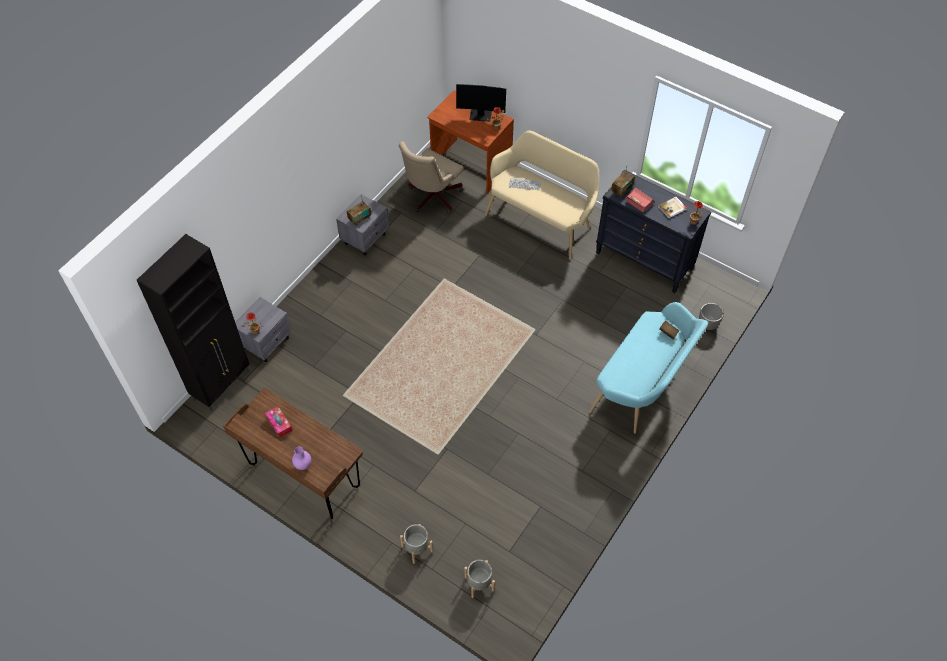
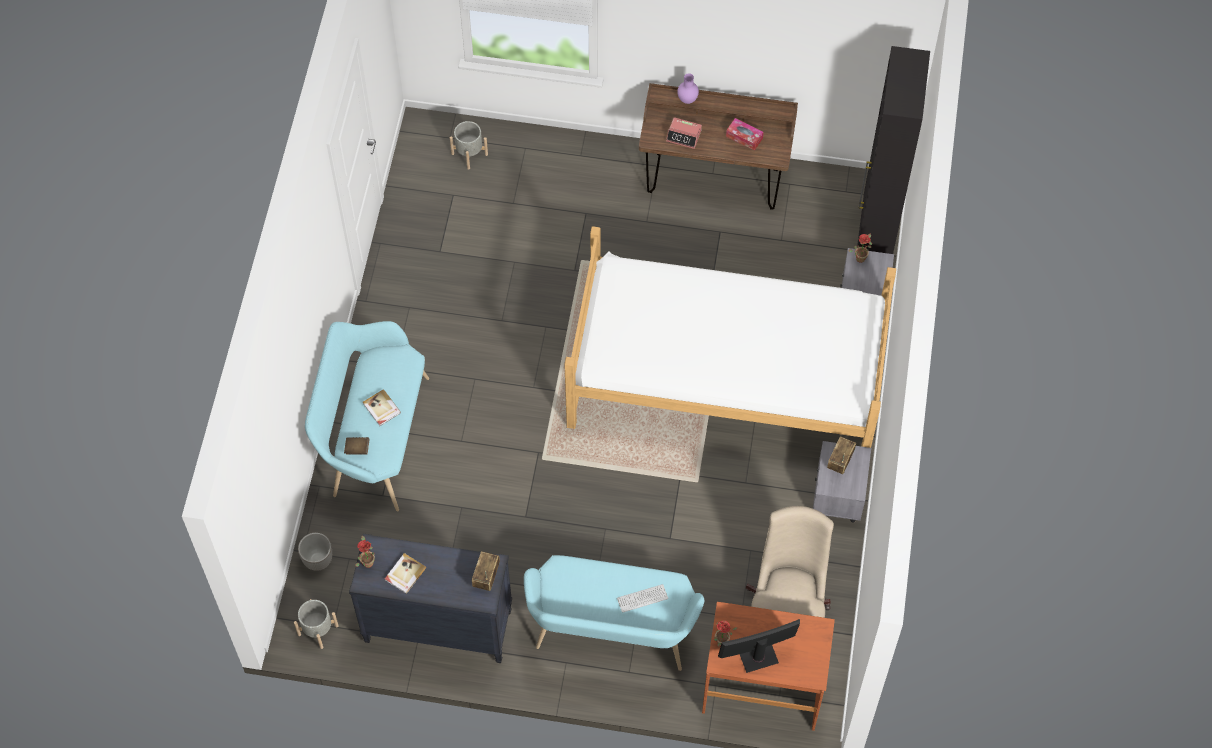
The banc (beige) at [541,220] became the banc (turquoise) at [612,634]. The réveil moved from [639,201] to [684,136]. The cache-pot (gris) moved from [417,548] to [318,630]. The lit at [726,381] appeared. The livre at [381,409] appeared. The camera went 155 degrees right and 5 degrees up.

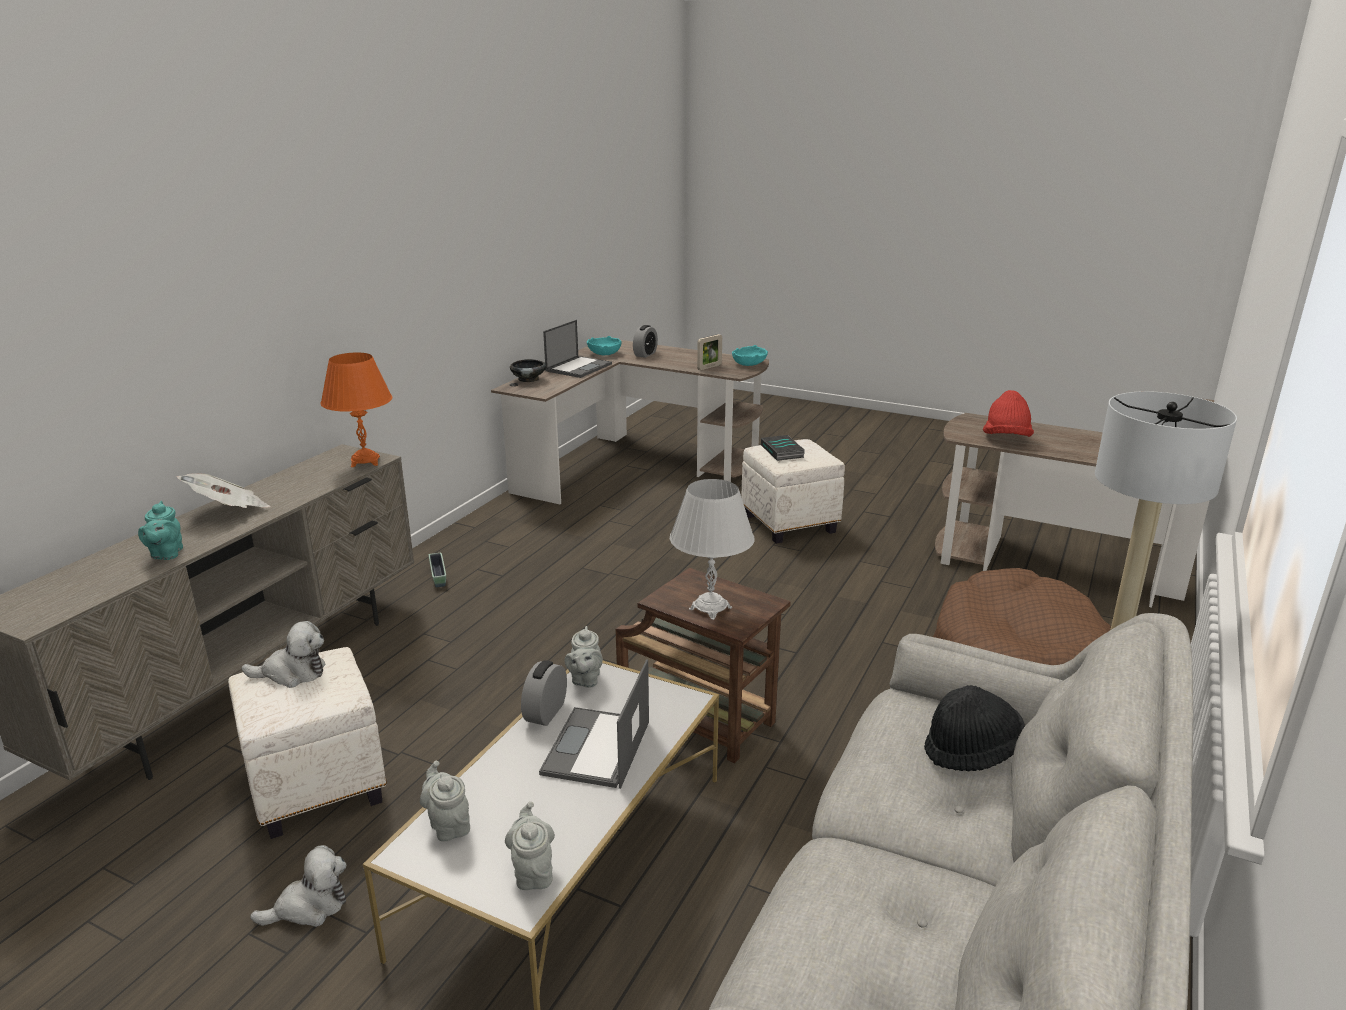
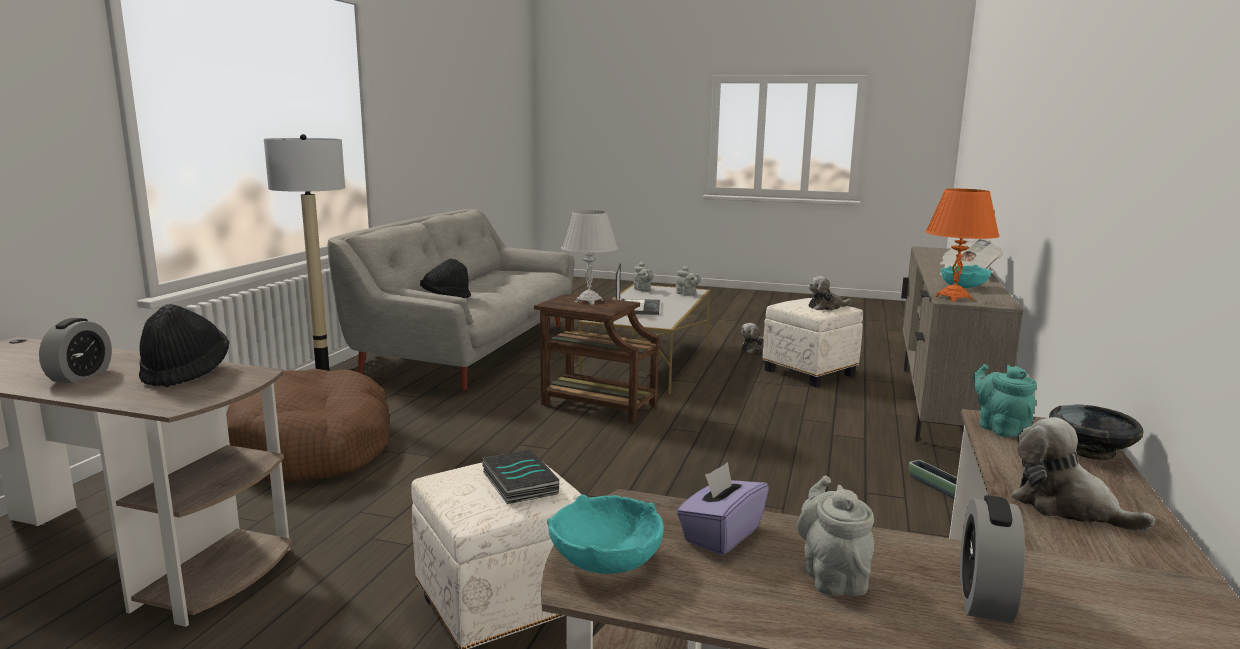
The ordinateur portable at [579,367] was replaced by the peluche at [1066,506]. The cadre photo at [709,367] was replaced by the boîte à mouchoirs (violet) at [721,535]. The bol (turquoise) moved from [604,354] to [962,286]. The chapeau (rouge) at [1006,439] became the chapeau (noir) at [186,373]. The théière (turquoise) moved from [166,554] to [999,428]. The théière (gris) moved from [585,680] to [832,576]. The réveil moved from [545,712] to [80,376]. The camera went 170 degrees right and 10 degrees down.

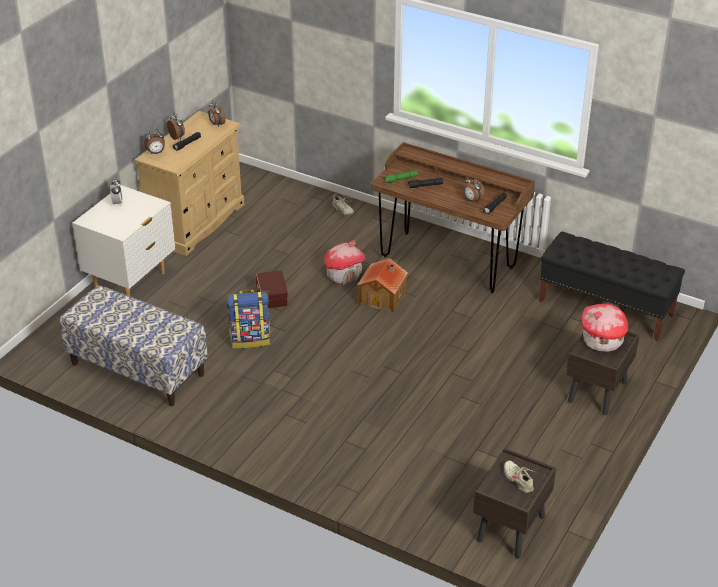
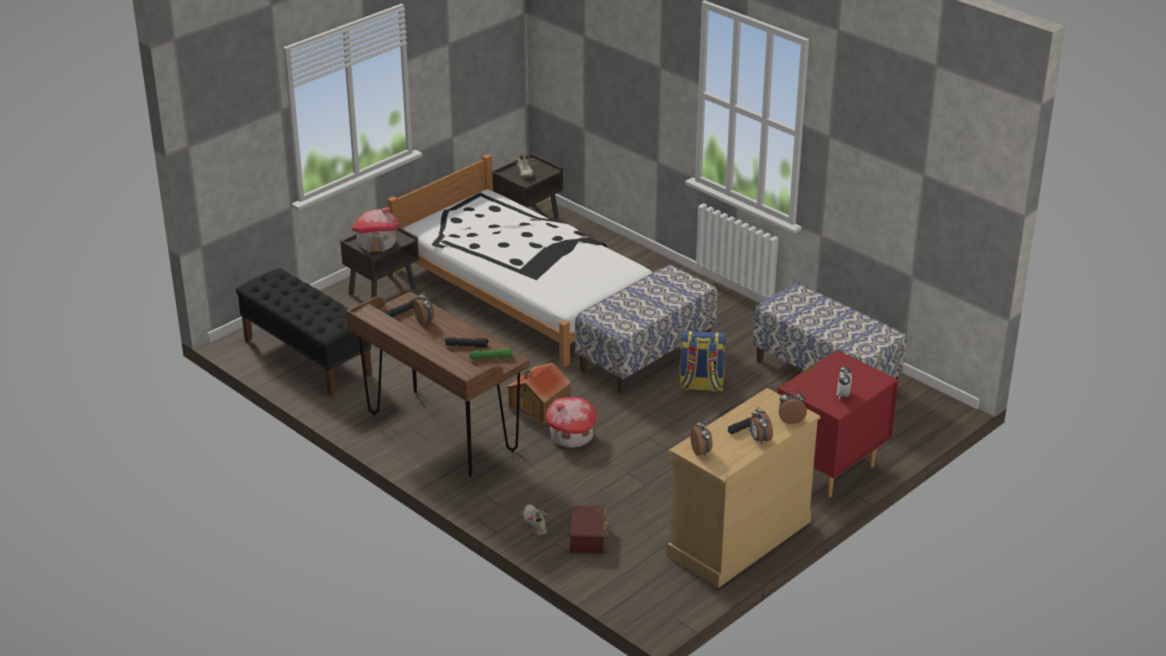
The table de chevet (blanc) at [131,282] became the table de chevet (rouge) at [830,470]. The boîte de rangement (marron) moved from [271,296] to [589,538]. The lit (blanc) at [524,291] appeared. The banc at [645,355] appeared. The camera went 165 degrees left and 5 degrees down.

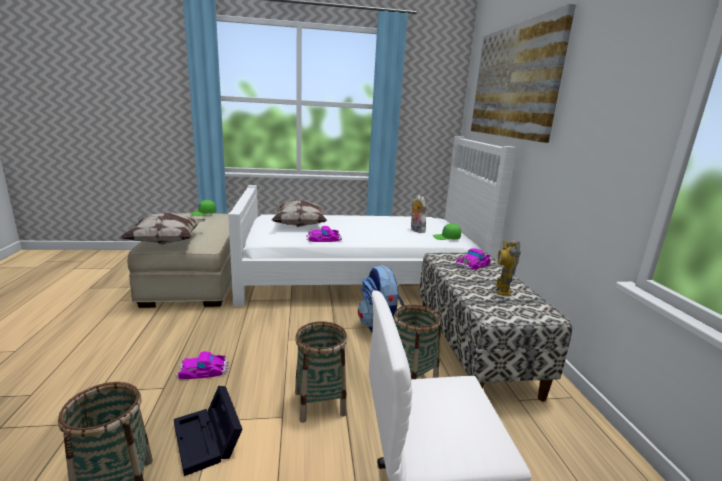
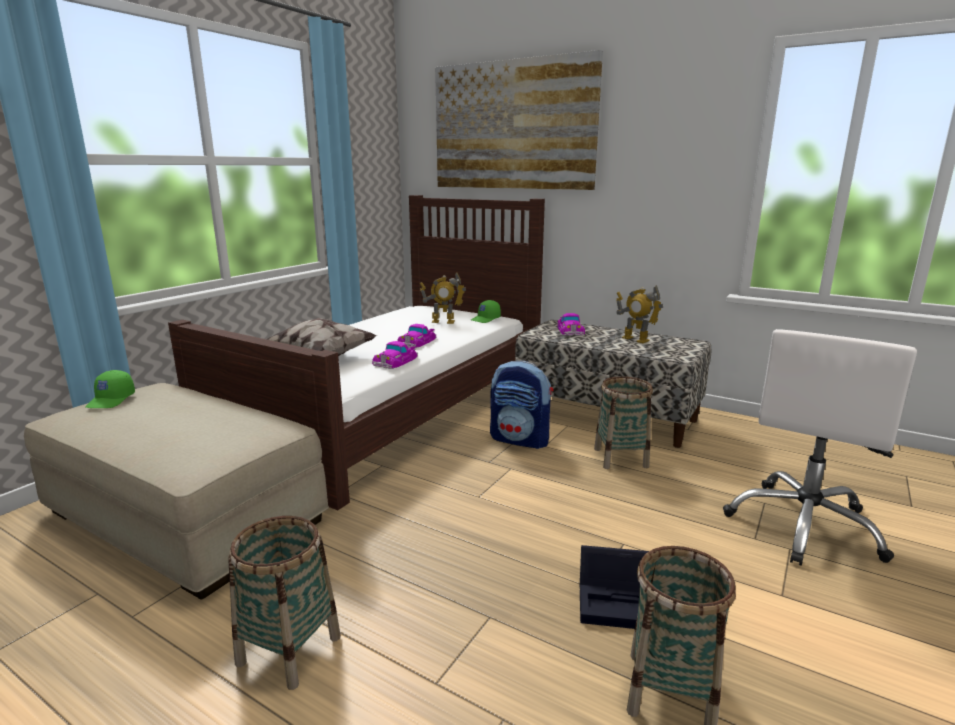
The lit (blanc) at [360,276] became the lit (marron) at [392,408]. The peluche at [416,230] was replaced by the robot jouet at [443,322]. The coussin at [168,241] disappeared. The panier moved from [320,403] to [289,650]. The petite voiture moved from [203,370] to [417,341]. The camera went 50 degrees left and 0 degrees up.

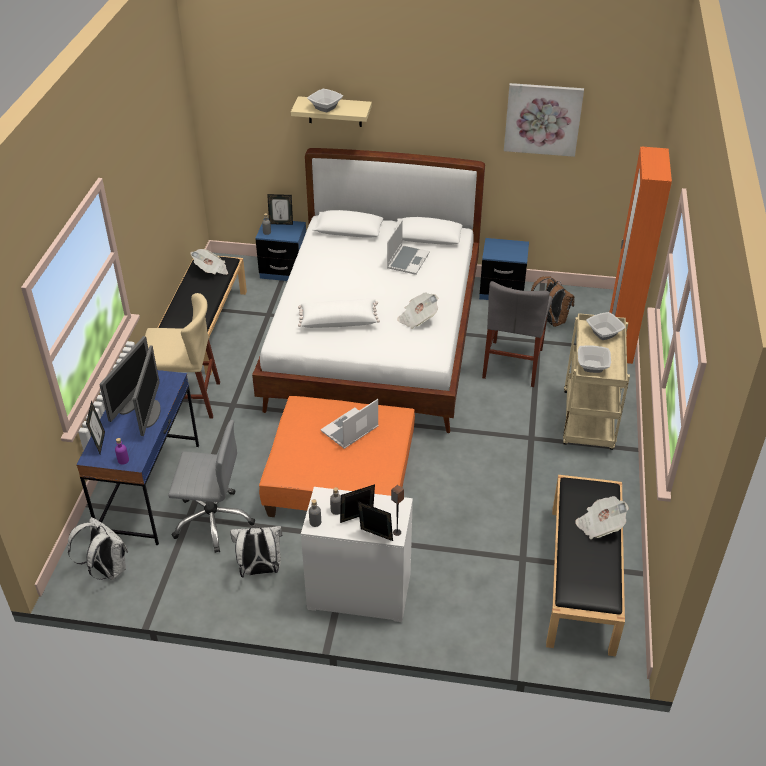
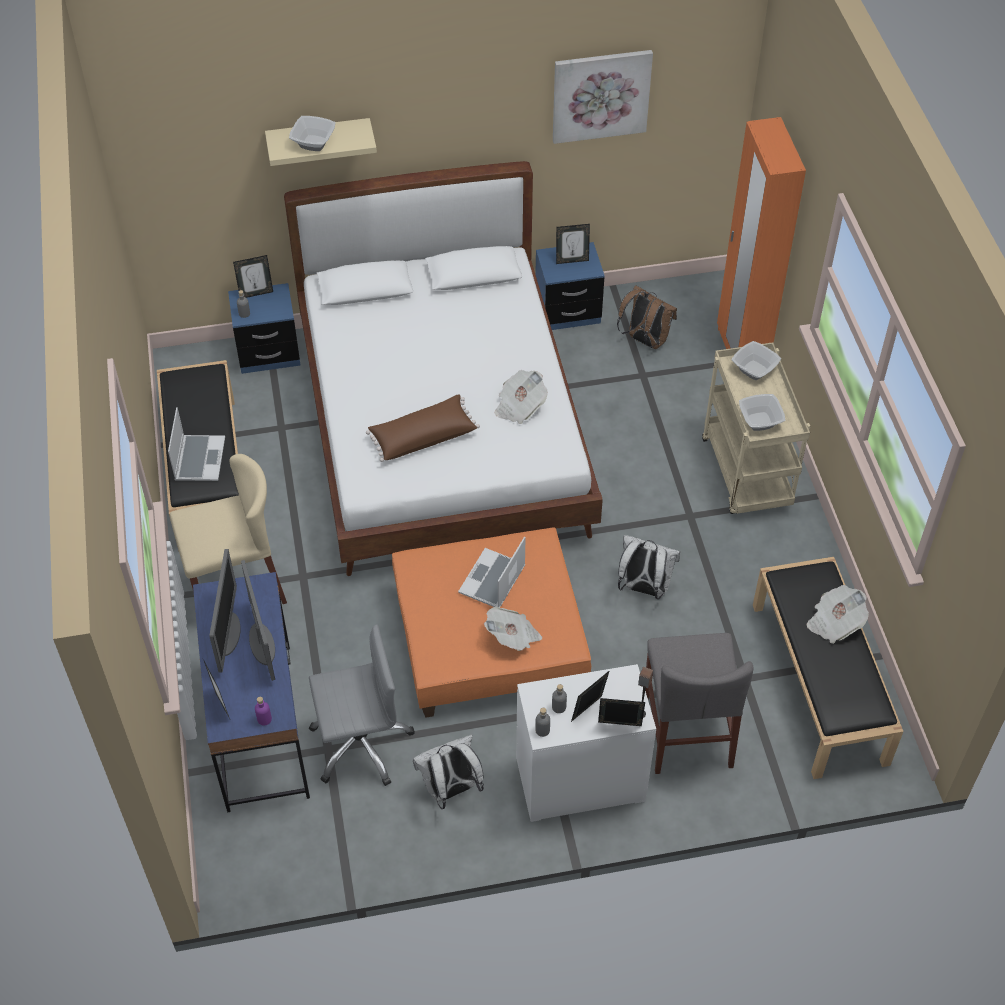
The ordinateur portable moved from [407,260] to [199,459]. The journal moved from [211,270] to [513,637]. The chaise (gris) moved from [513,363] to [687,731]. The coussin (blanc) at [338,321] became the coussin (marron) at [422,436]. The sac à dos (blanc) moved from [107,569] to [644,588]. The cadre photo at [572,260] appeared. The camera went 20 degrees left and 10 degrees up.

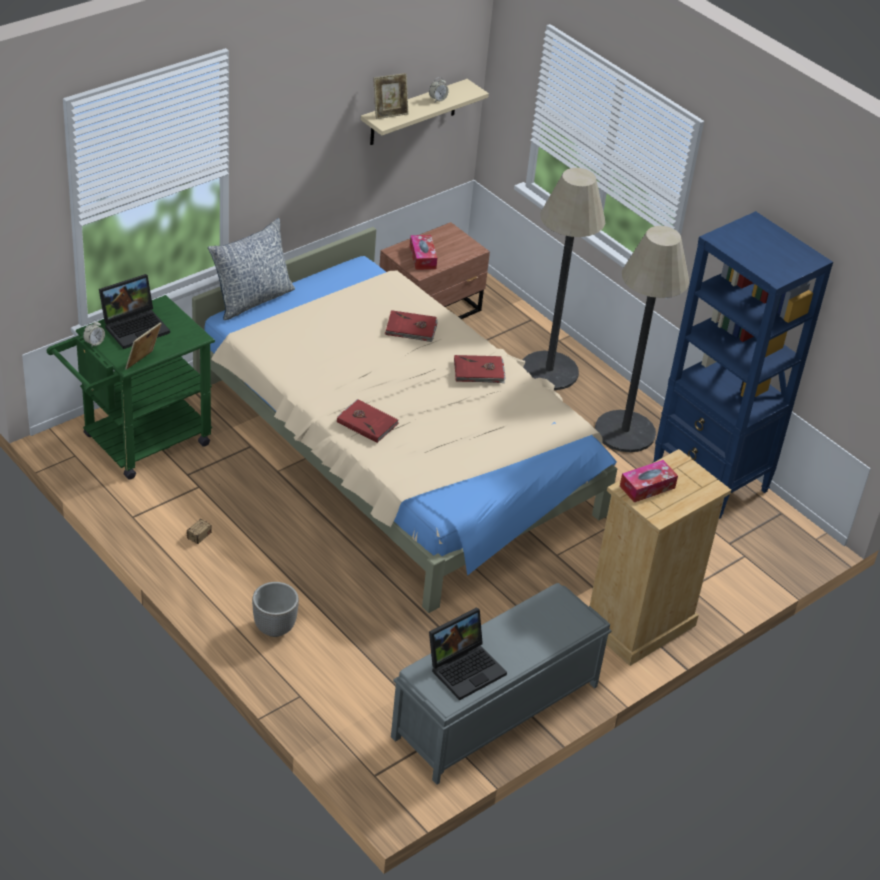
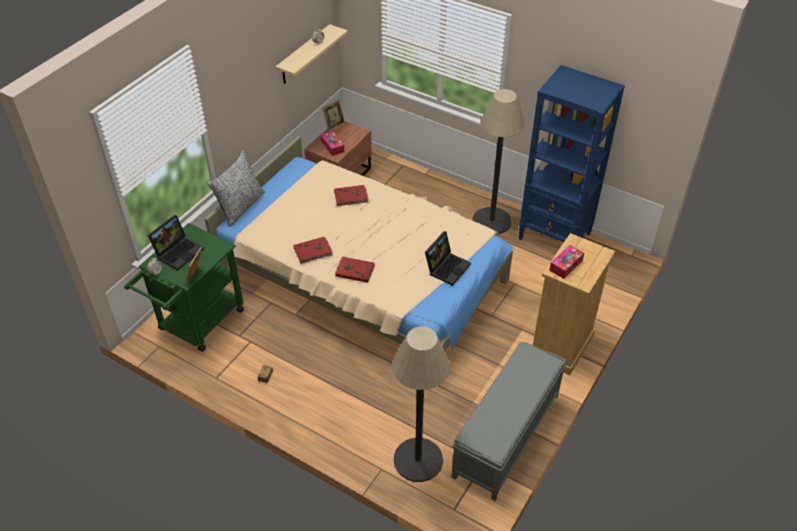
The cadre photo moved from [389,113] to [334,125]. The lampadaire moved from [549,371] to [418,460]. The livre (rouge) moved from [479,372] to [313,251]. The cache-pot at [274,628] disappeared. The ordinateur portable moved from [466,667] to [447,267]. The camera went 15 degrees left and 5 degrees up.

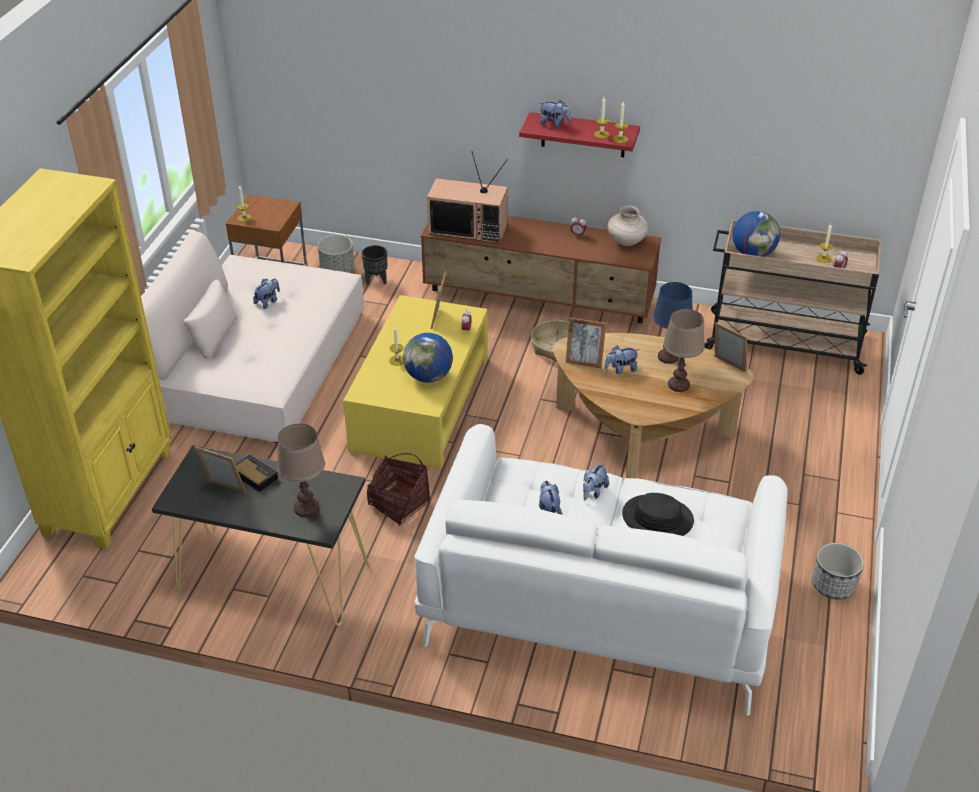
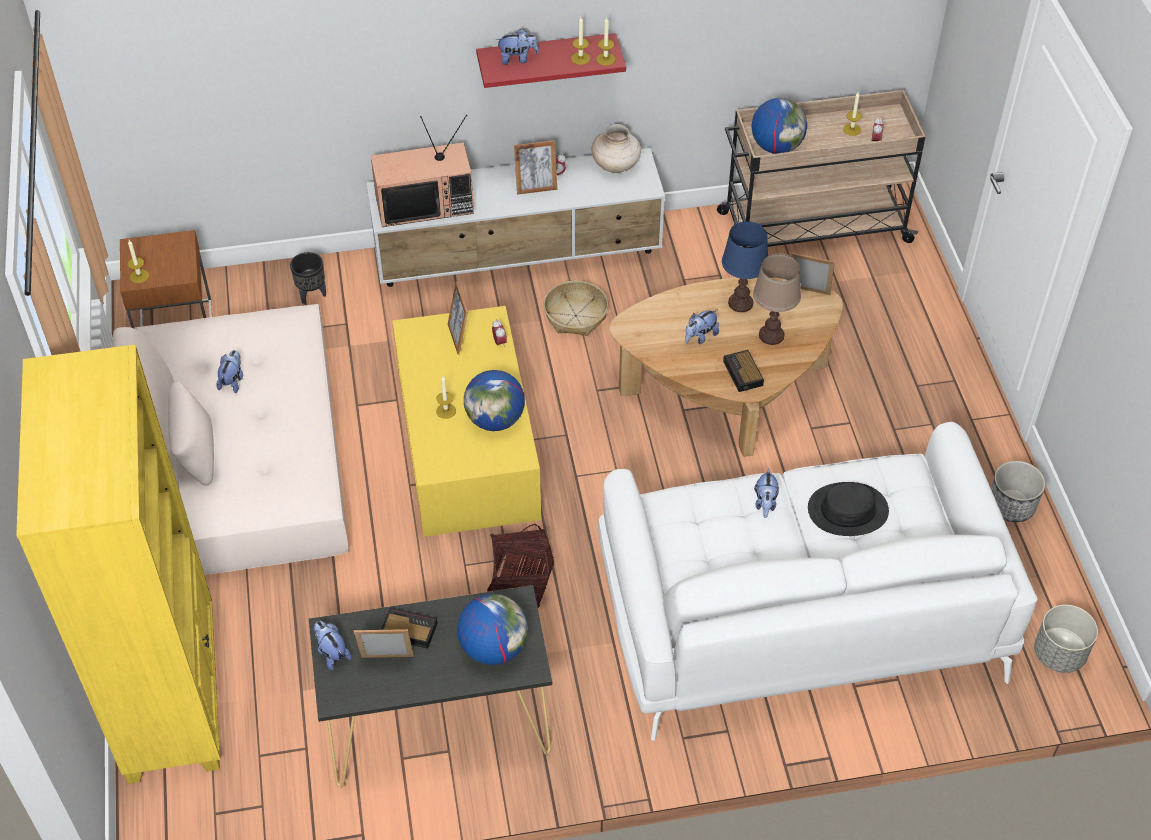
The meuble télé (marron) at [540,298] became the meuble télé (blanc) at [519,257]. The cache-pot (gris) moved from [337,271] to [1058,654]. The cadre photo moved from [584,362] to [536,188]. The lampe de table (marron) at [306,507] was replaced by the globe at [493,647]. The peluche moved from [548,510] to [332,653]. The réveil at [743,374] appeared. The camera went 25 degrees left and 10 degrees up.

